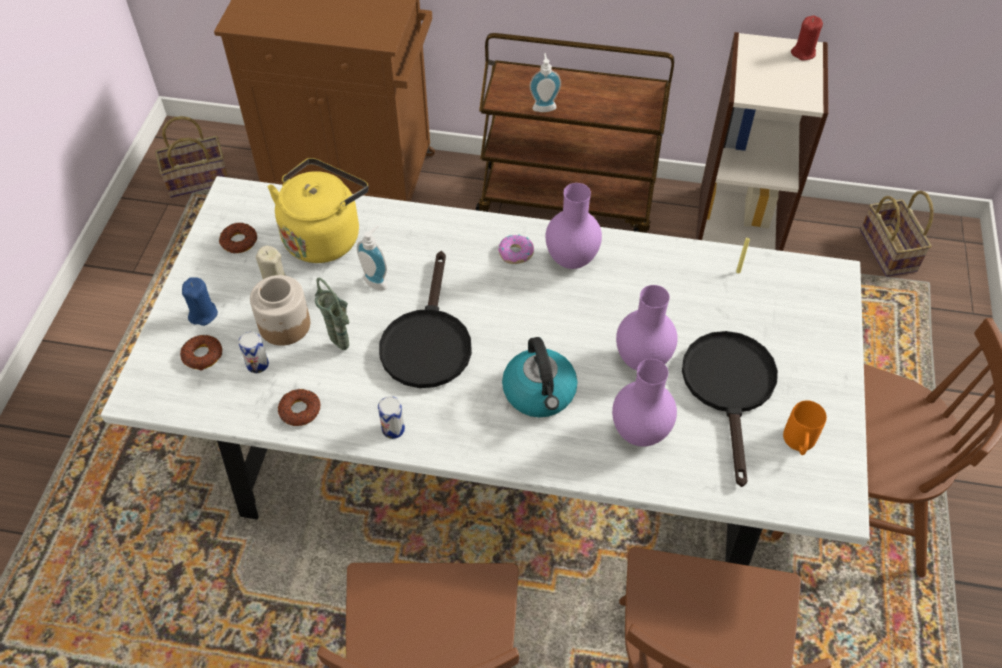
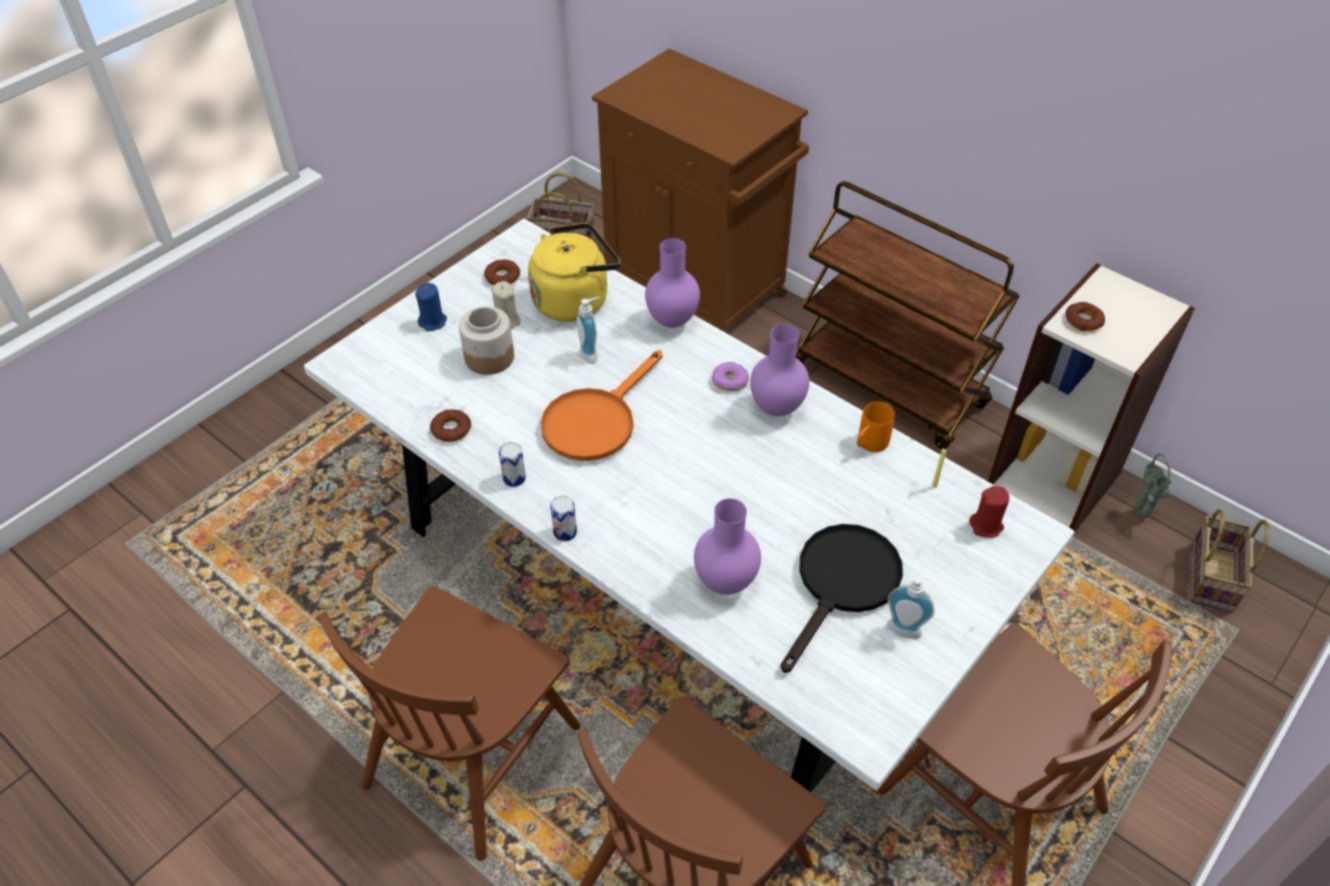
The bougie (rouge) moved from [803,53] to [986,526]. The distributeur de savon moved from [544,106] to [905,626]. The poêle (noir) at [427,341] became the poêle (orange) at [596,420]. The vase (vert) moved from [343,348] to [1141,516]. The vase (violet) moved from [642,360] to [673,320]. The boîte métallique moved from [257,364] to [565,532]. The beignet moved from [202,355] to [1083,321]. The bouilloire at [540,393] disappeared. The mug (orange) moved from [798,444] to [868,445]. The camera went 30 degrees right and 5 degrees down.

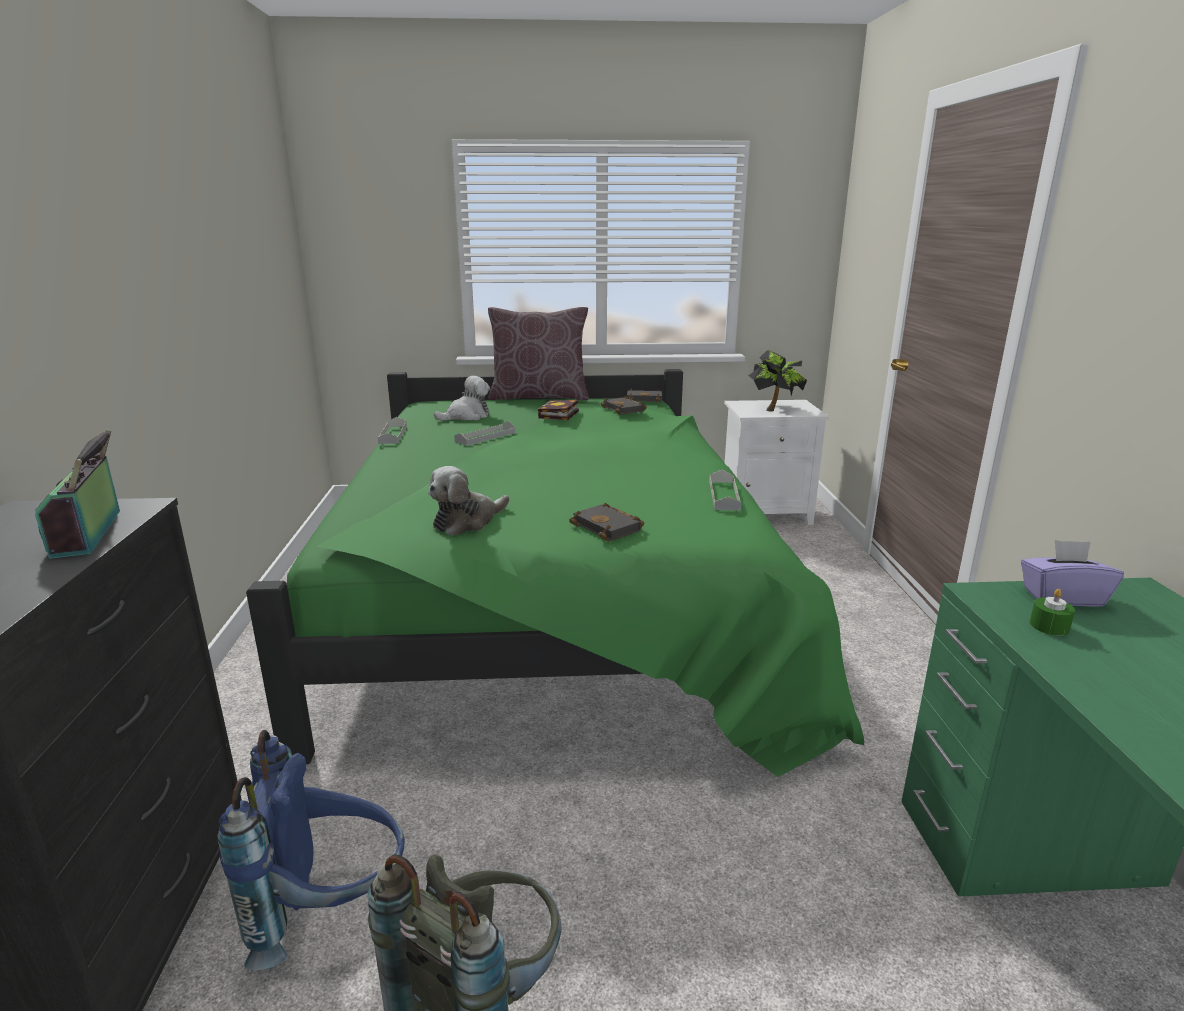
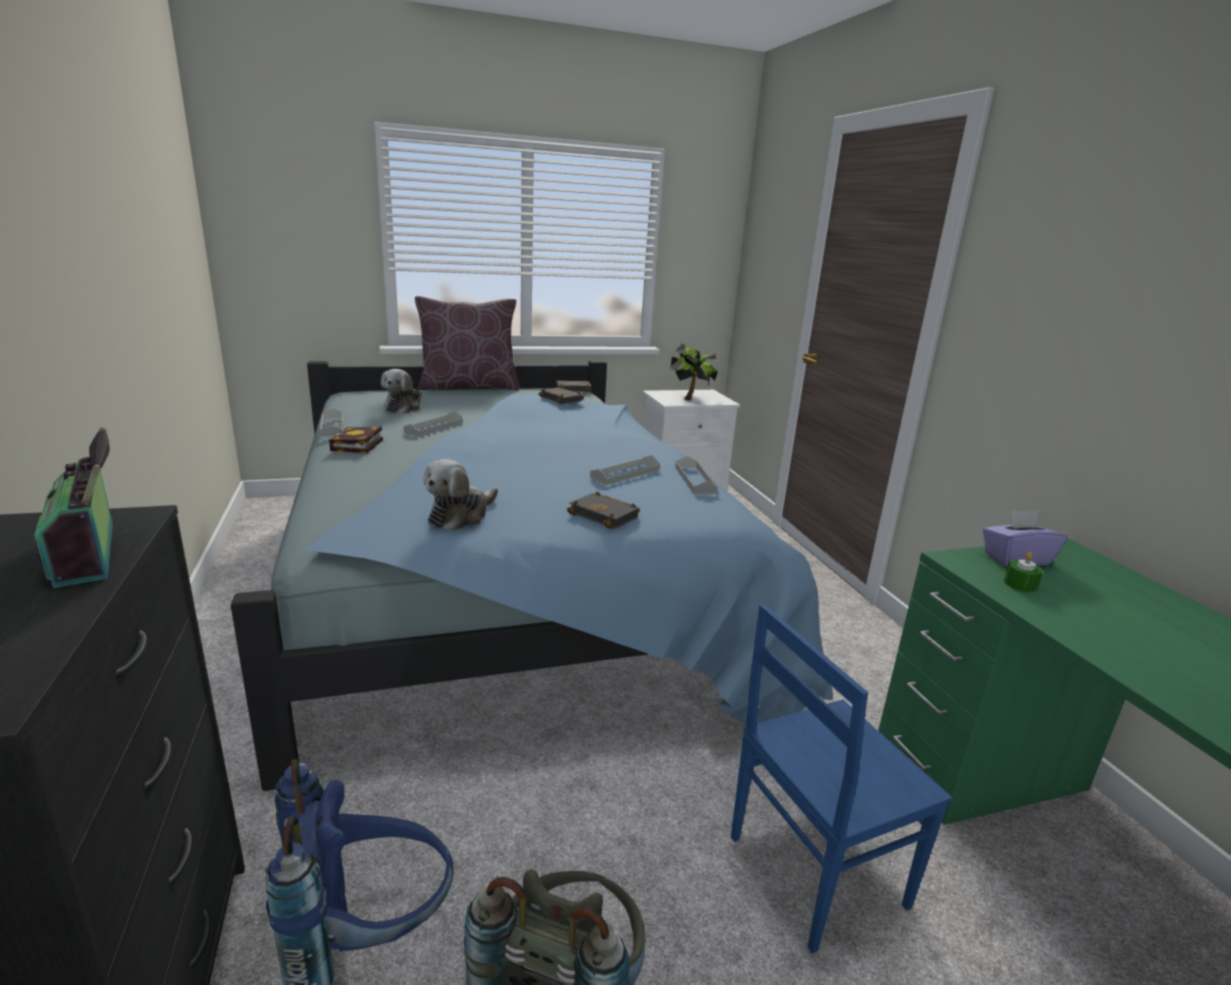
The lit (vert) at [556,601] became the lit (bleu) at [512,588]. The peluche at [466,416] turned 150 degrees clockwise. The livre moved from [559,415] to [357,446]. The plateau (gris) at [625,474] appeared. The chaise (bleu) at [812,870] appeared. The camera went 15 degrees left and 0 degrees up.

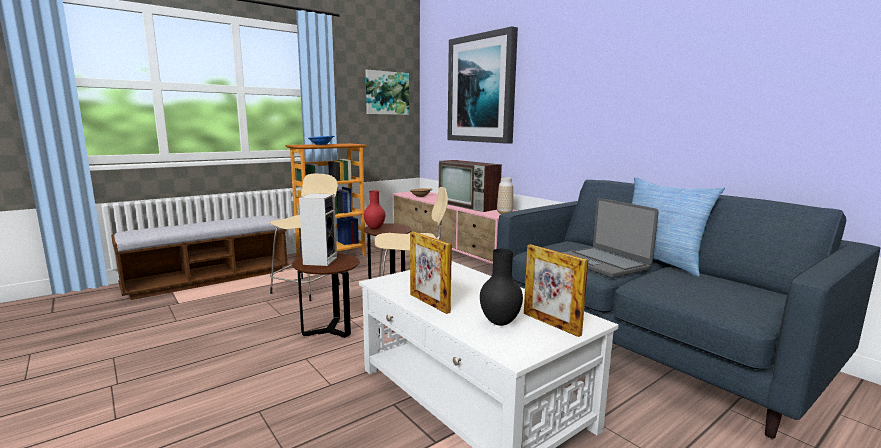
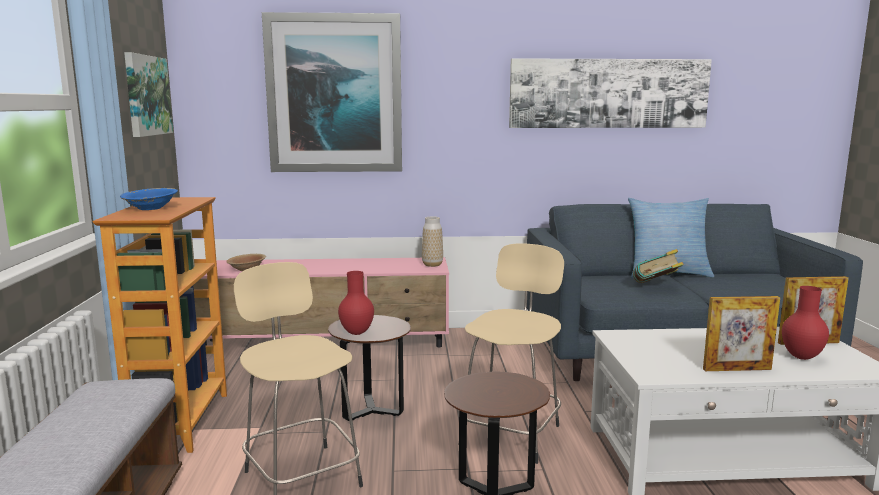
The téléviseur at [469,205] disappeared. The enceinte at [320,260] disappeared. The ordinateur portable at [602,263] was replaced by the livre at [656,287]. The vase (noir) at [499,322] became the vase (rouge) at [800,357]. The tableau at [608,93] appeared. The camera went 55 degrees left and 0 degrees up.

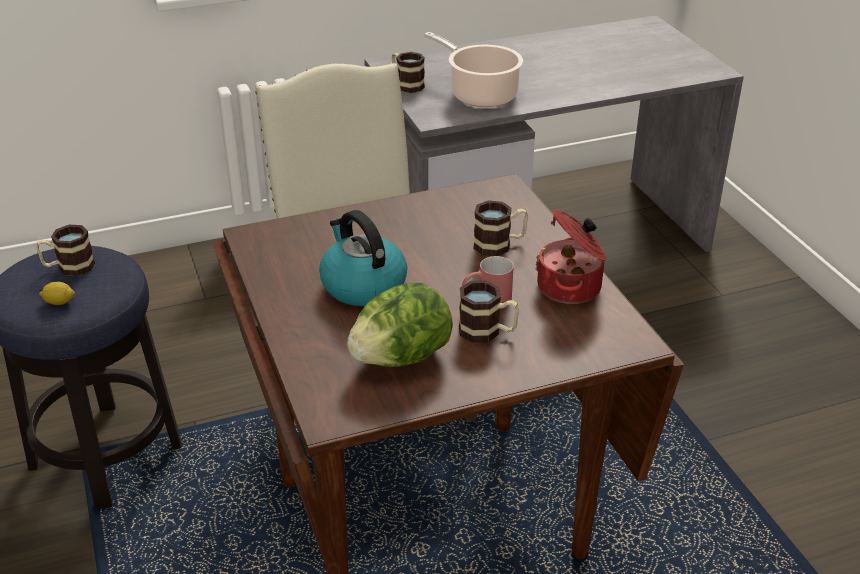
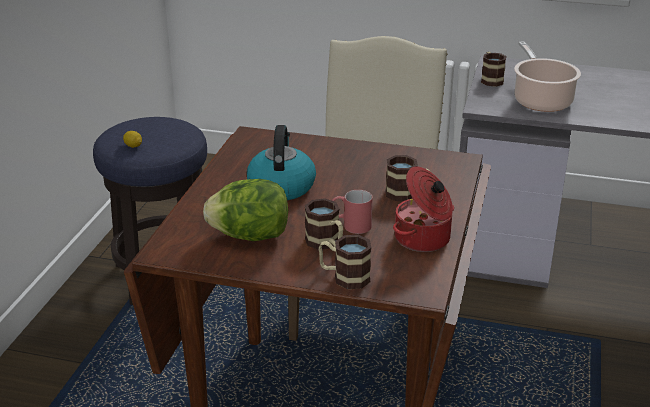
The mug moved from [69,267] to [344,277]. The camera went 35 degrees right and 5 degrees down.

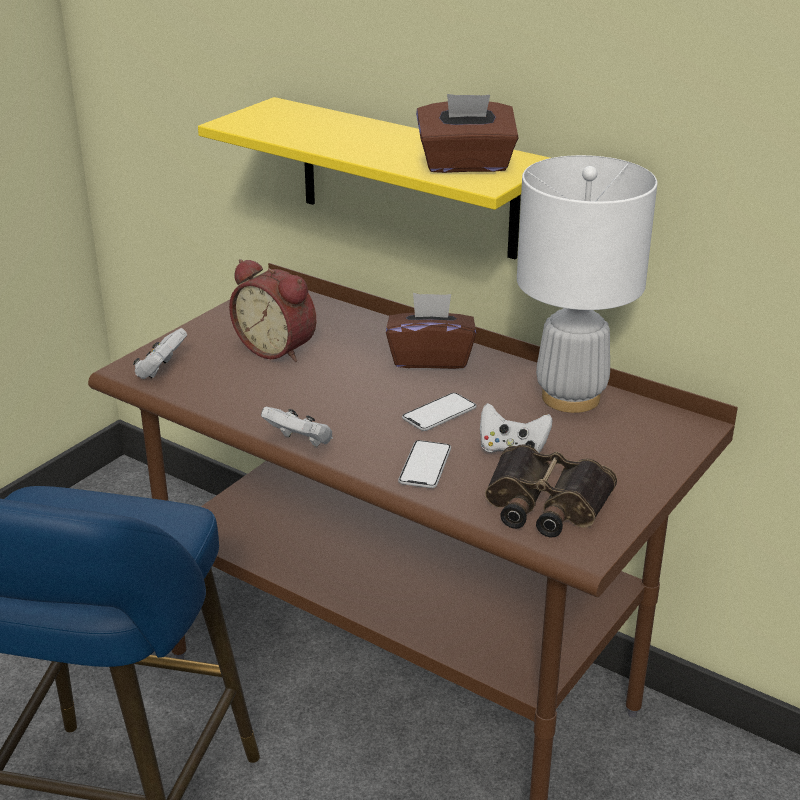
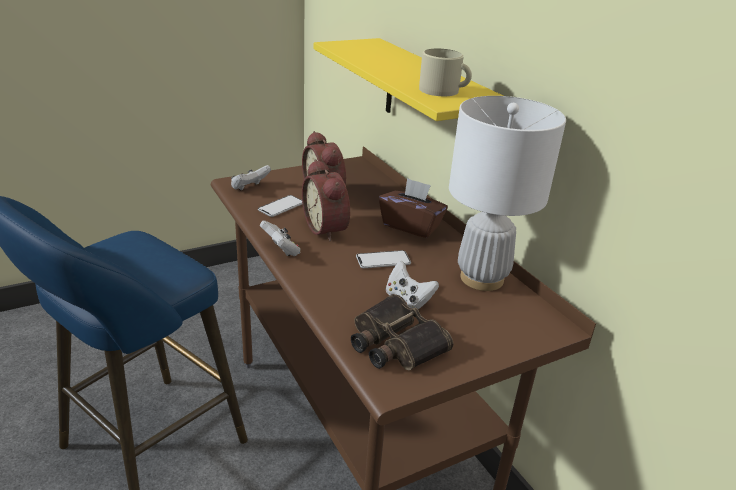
The boîte à mouchoirs (marron) at [466,165] was replaced by the mug (beige) at [444,91]. The téléphone moved from [425,466] to [281,207]. The réveil at [328,228] appeared. The camera went 25 degrees right and 0 degrees up.

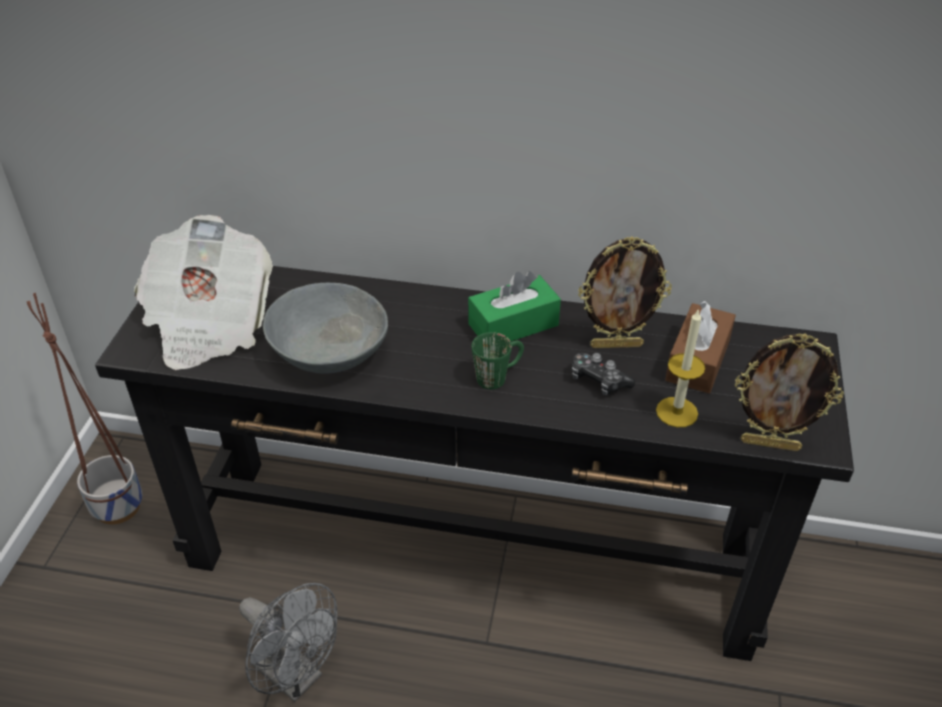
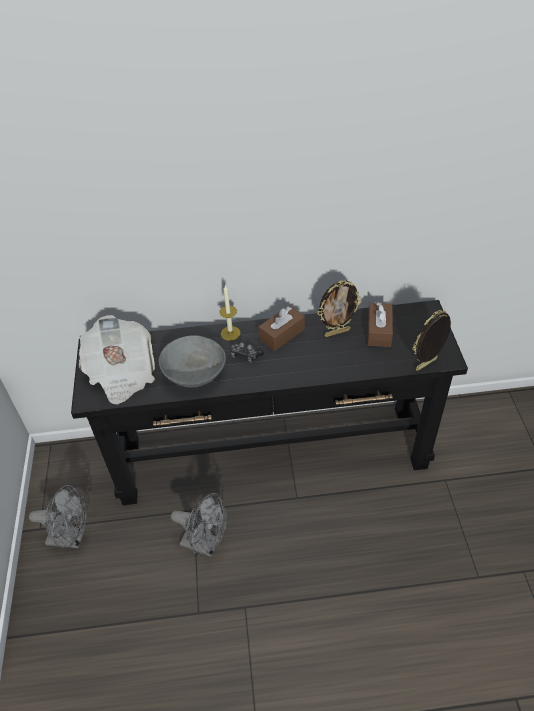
The boîte à mouchoirs (vert) at [513,325] became the boîte à mouchoirs (marron) at [282,334]. The cache-pot at [117,507] disappeared. The bougie moved from [677,412] to [230,333]. The mug (vert) at [498,375] disappeared. The cadre photo at [770,444] turned 150 degrees clockwise. The manette moved from [598,380] to [245,355]. The ventilateur (gris) at [71,538] appeared. The camera went 15 degrees left and 5 degrees up.

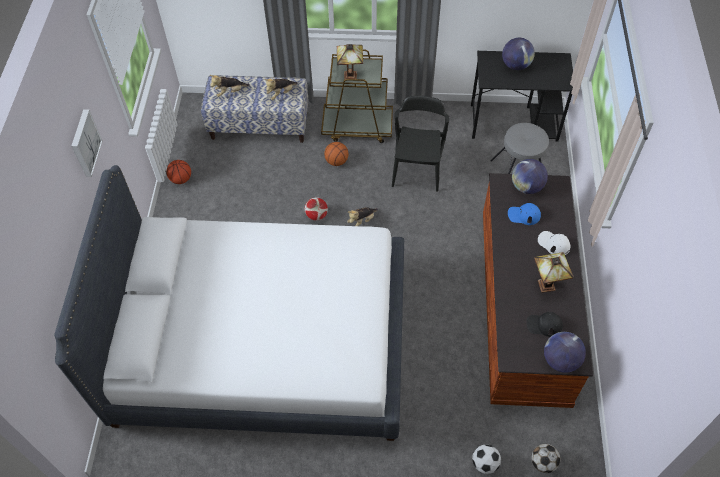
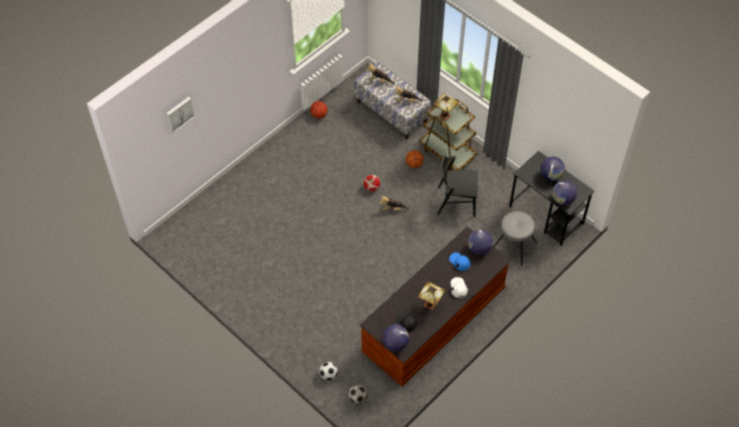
The chaise (noir) at [417,169] turned 135 degrees counterclockwise. The tableau moved from [84,143] to [179,114]. The lit (blanc) at [262,342] disappeared. The globe at [563,199] appeared. The camera went 40 degrees right and 0 degrees up.

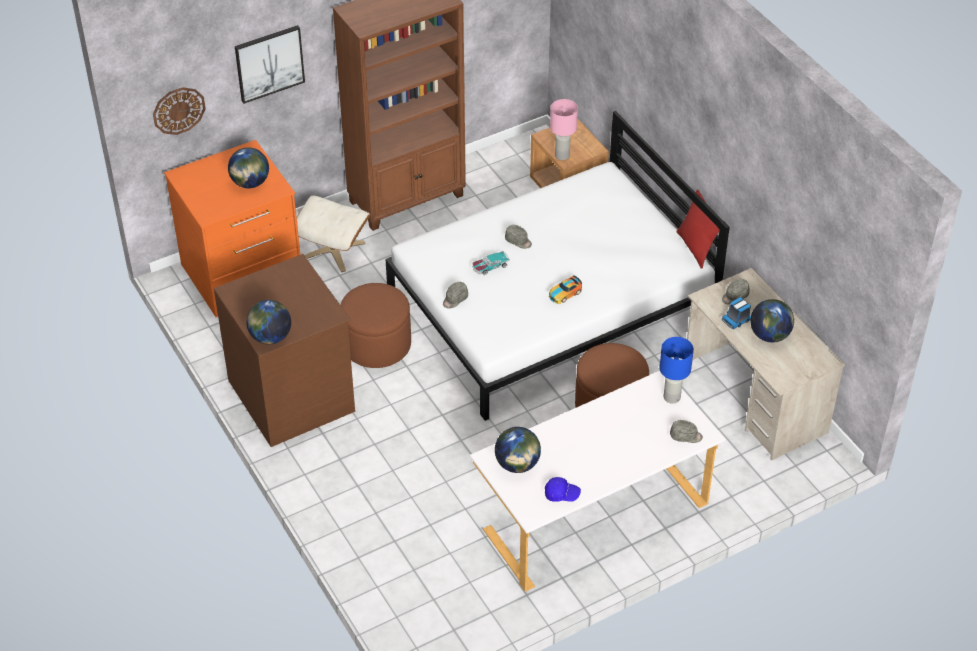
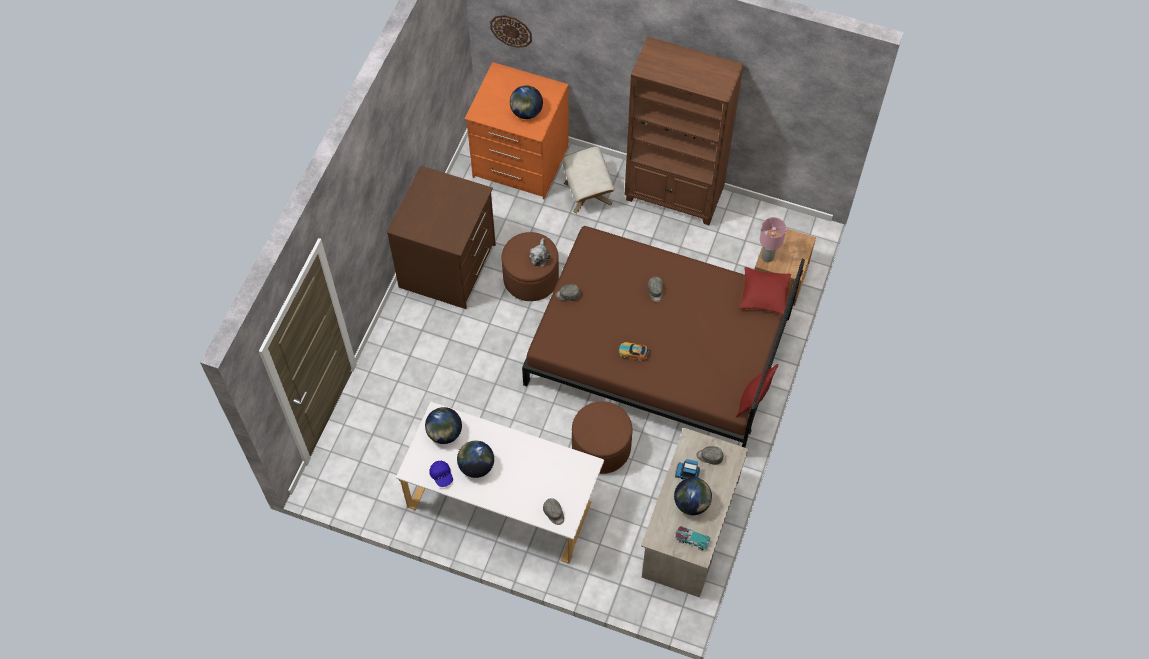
The tableau at [269,63] disappeared. The lit (blanc) at [552,305] became the lit (marron) at [659,350]. The petite voiture moved from [490,266] to [692,539]. The globe moved from [270,337] to [476,466]. The lampe de table (bleu) at [671,397] disappeared. The peluche at [539,256] appeared. The coussin (rouge) at [764,295] appeared. The camera went 50 degrees right and 15 degrees up.

